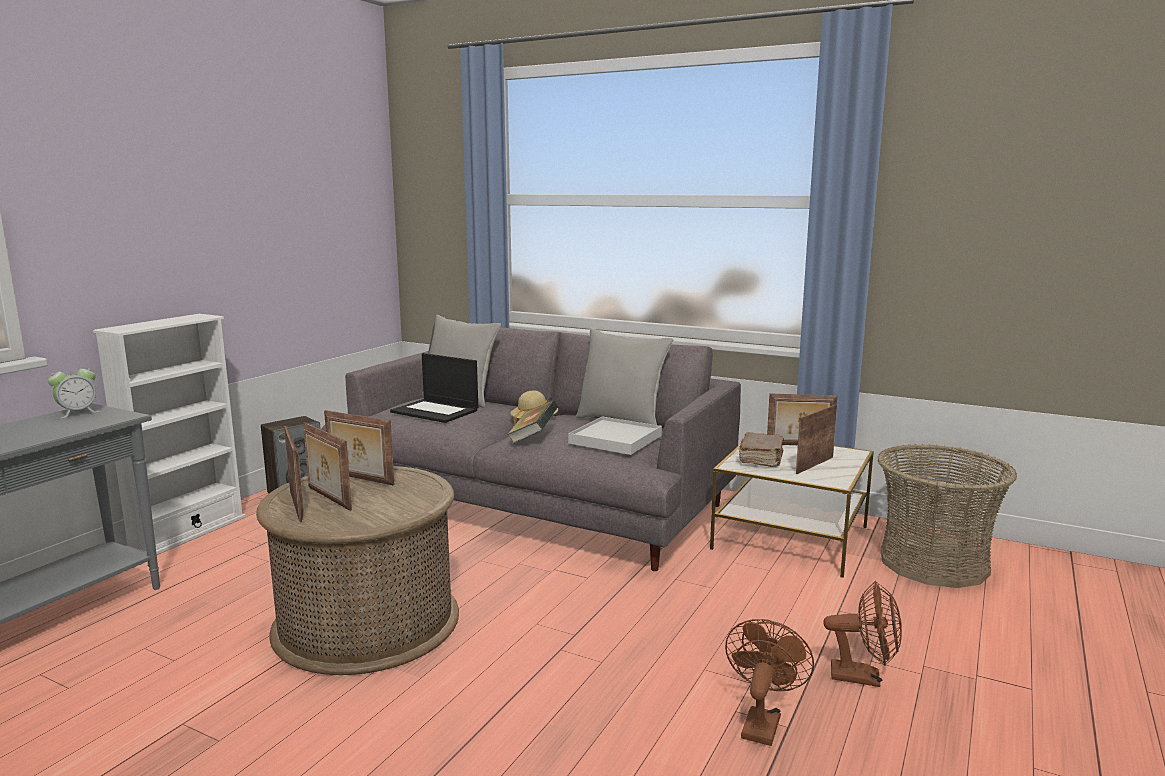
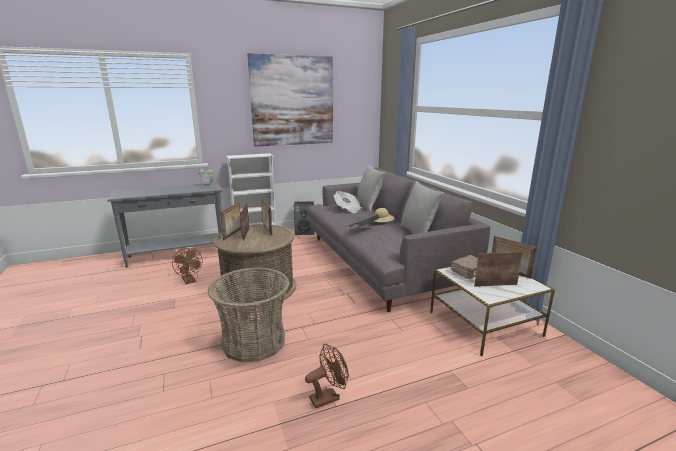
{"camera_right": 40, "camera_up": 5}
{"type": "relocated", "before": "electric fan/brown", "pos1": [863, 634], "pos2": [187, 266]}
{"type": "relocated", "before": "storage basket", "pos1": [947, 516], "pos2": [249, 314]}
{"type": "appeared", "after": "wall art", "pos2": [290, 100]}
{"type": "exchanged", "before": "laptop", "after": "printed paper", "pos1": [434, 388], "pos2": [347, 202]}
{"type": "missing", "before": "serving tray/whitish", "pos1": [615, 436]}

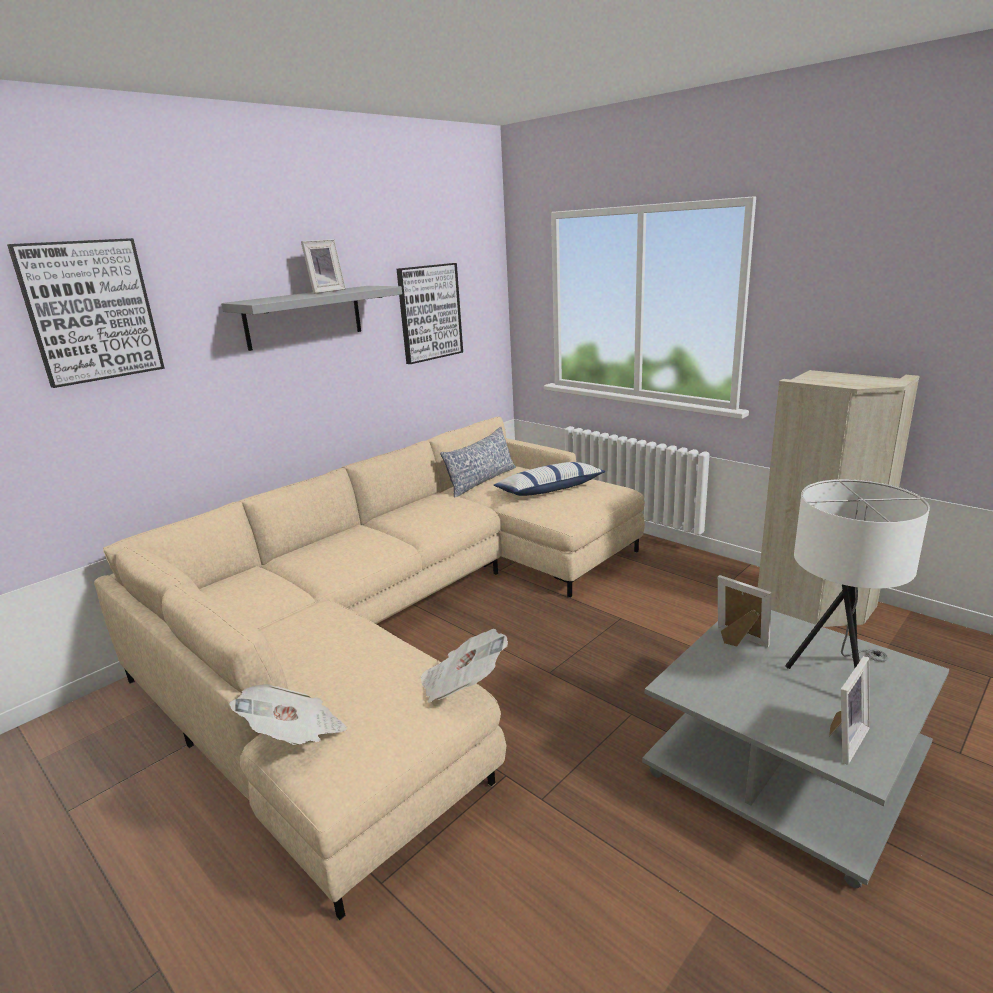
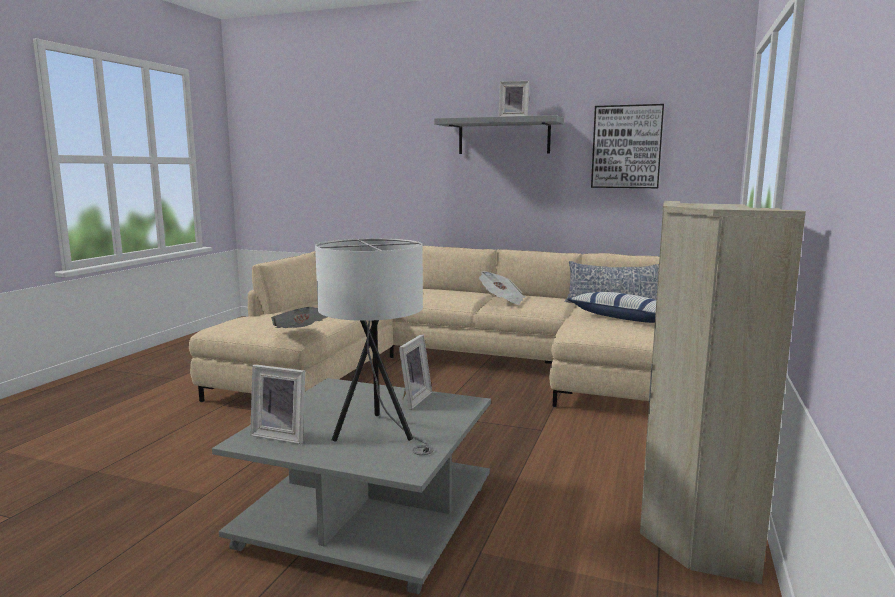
{"camera_right": 65, "camera_up": -10}
{"type": "relocated", "before": "printed paper", "pos1": [288, 714], "pos2": [502, 288]}
{"type": "missing", "before": "wall art", "pos1": [86, 313]}

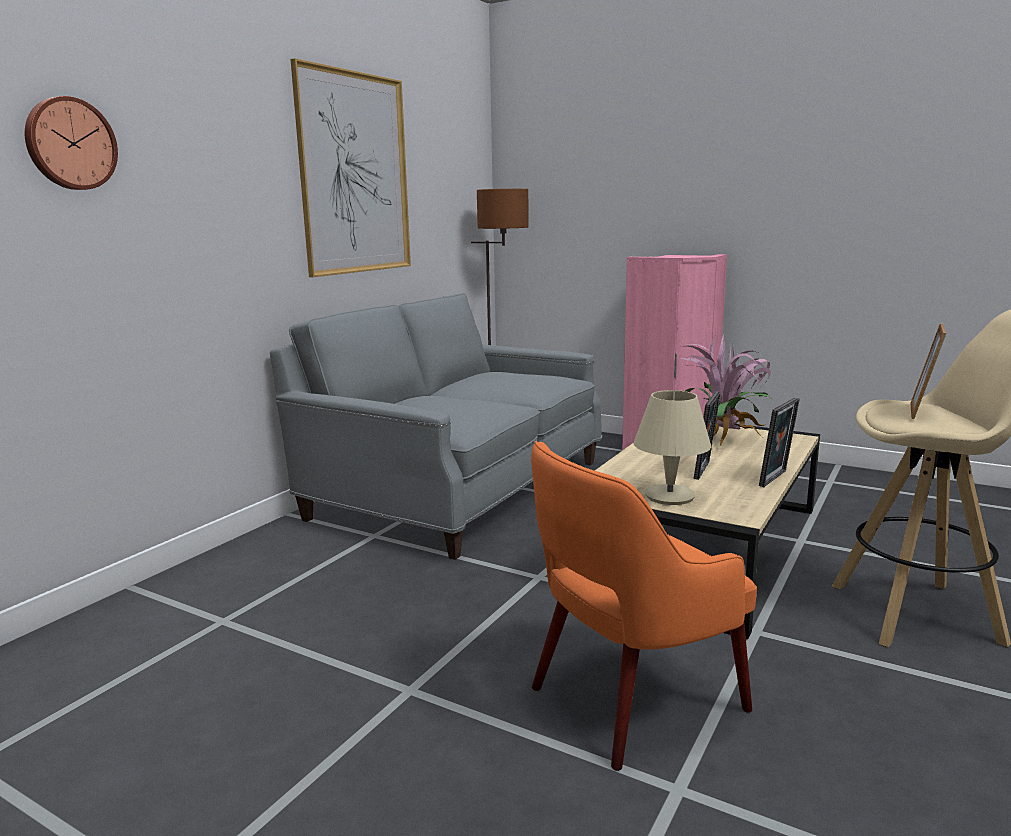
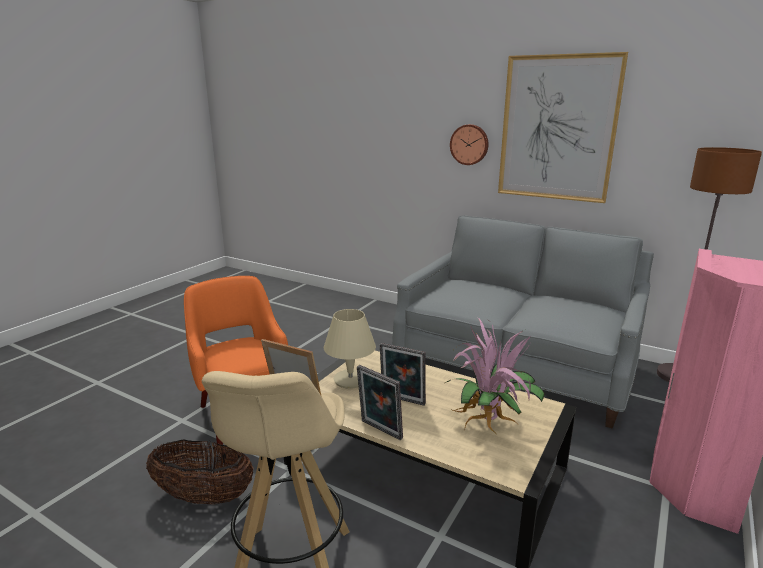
{"camera_right": 90, "camera_up": 5}
{"type": "appeared", "after": "storage basket", "pos2": [200, 472]}
{"type": "relocated", "before": "wall clock", "pos1": [71, 143], "pos2": [469, 144]}

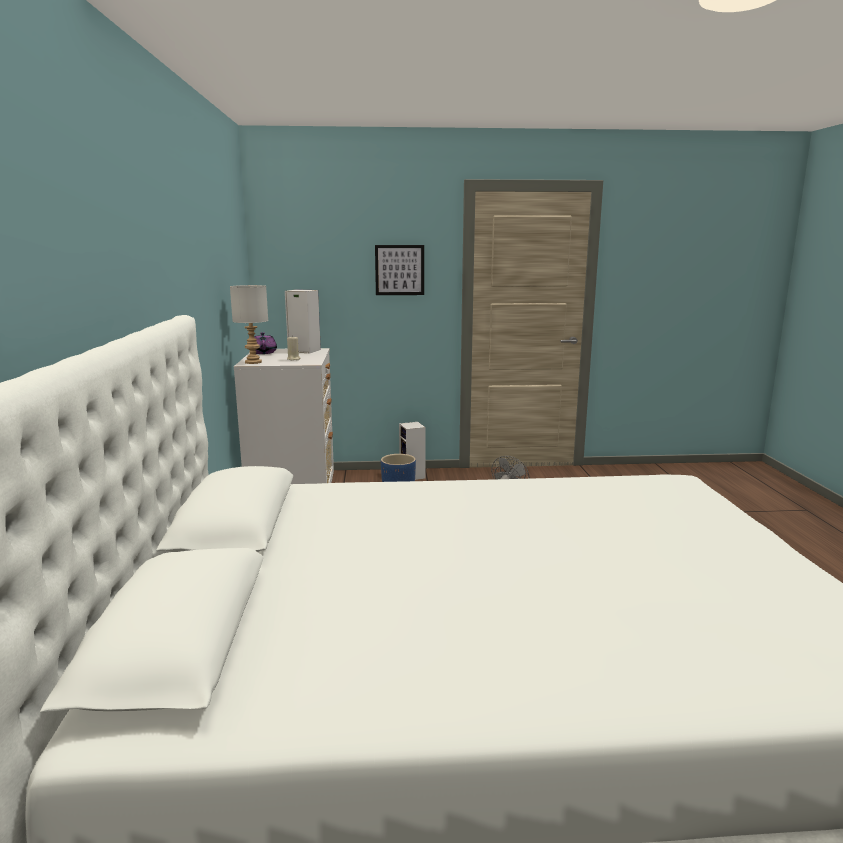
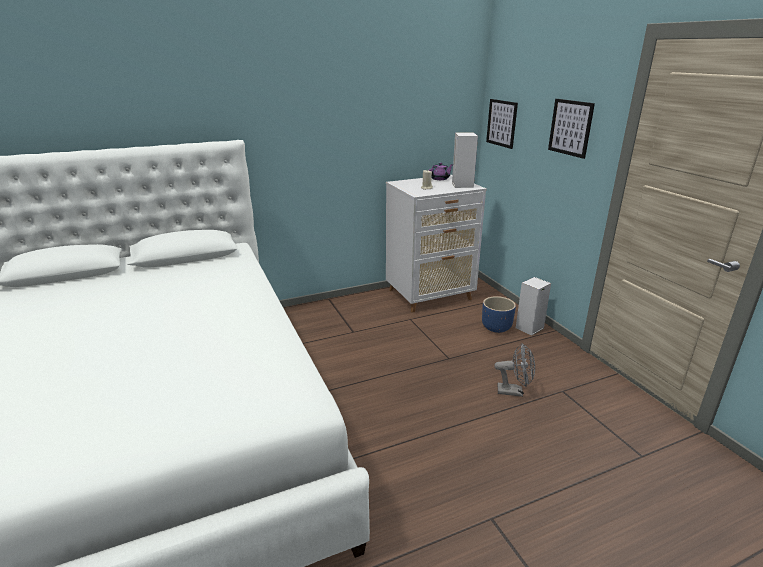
{"camera_right": 70, "camera_up": 10}
{"type": "appeared", "after": "wall art", "pos2": [502, 124]}
{"type": "missing", "before": "table lamp/greyish", "pos1": [249, 324]}

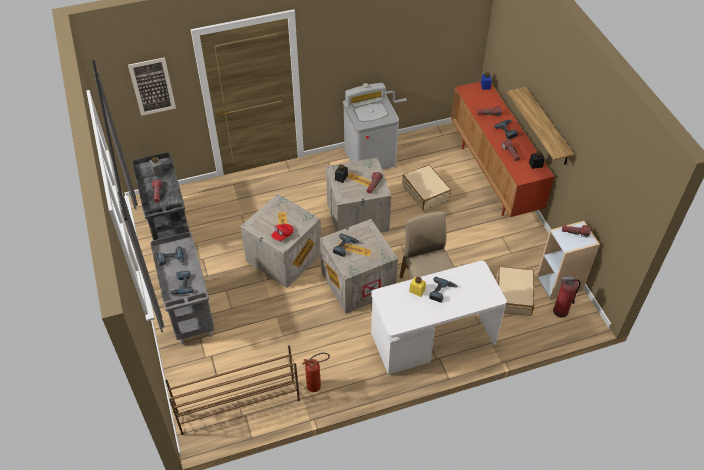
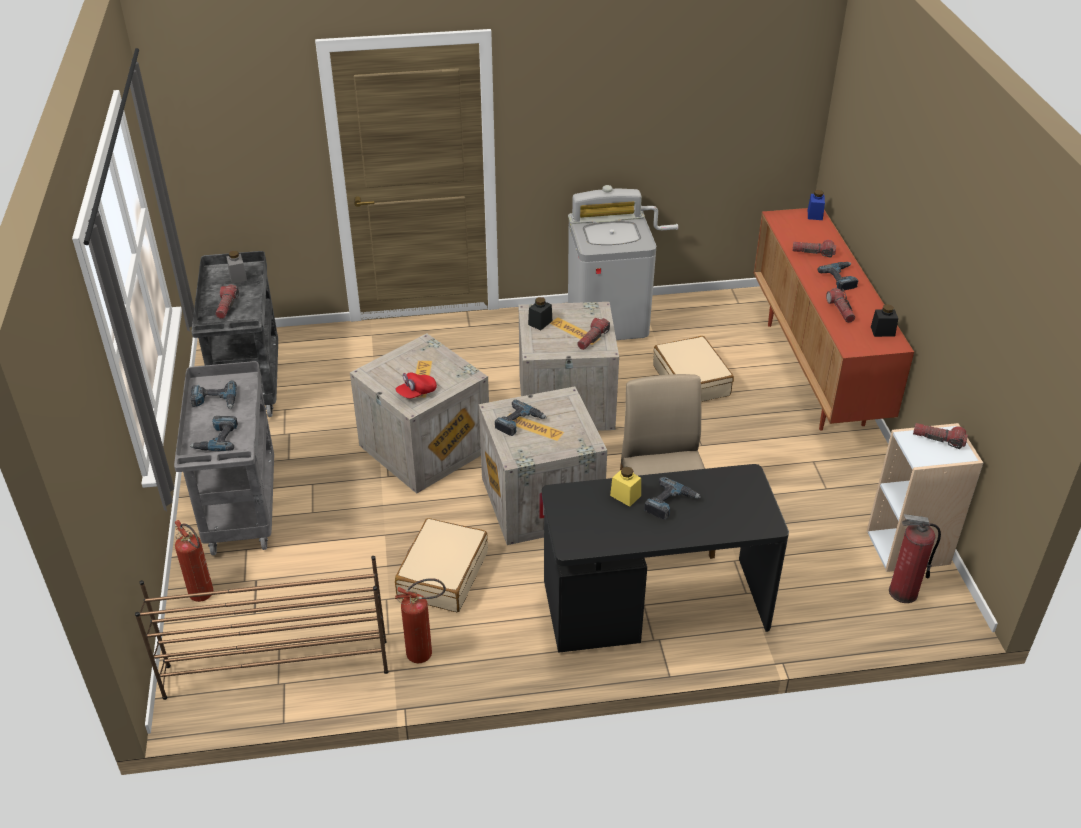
{"camera_right": 10, "camera_up": -10}
{"type": "appeared", "after": "fire extinguisher", "pos2": [194, 561]}
{"type": "relocated", "before": "travel case/sand-coloured", "pos1": [515, 291], "pos2": [441, 565]}
{"type": "colour", "before": "desk unit/whitish", "after": "desk unit/black", "pos1": [439, 318], "pos2": [665, 558]}
{"type": "missing", "before": "wall art", "pos1": [152, 86]}
{"type": "missing", "before": "shelf", "pos1": [540, 126]}

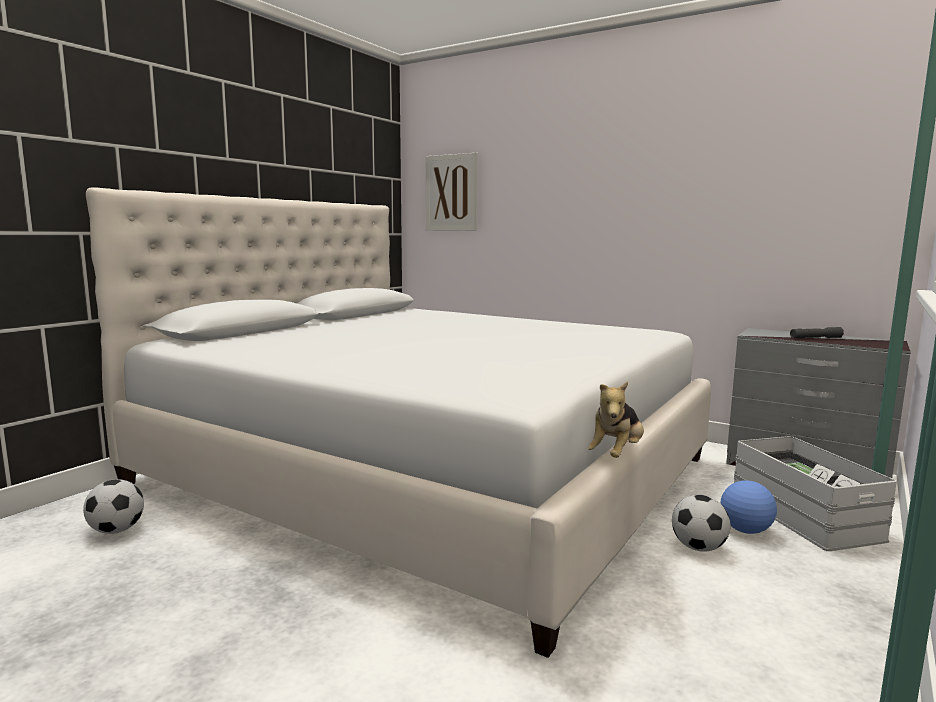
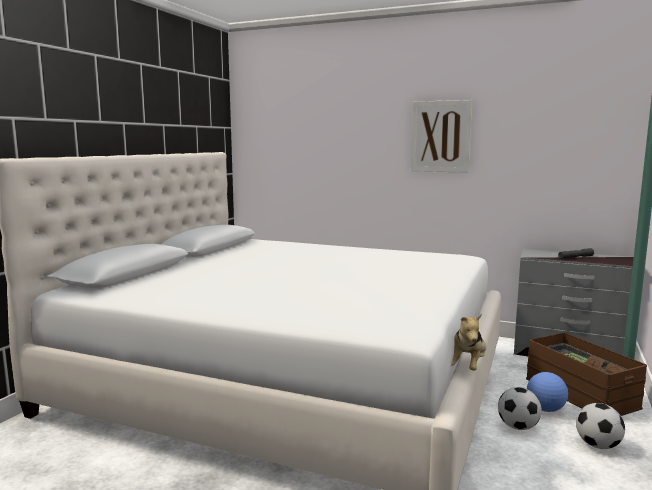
{"camera_right": -10, "camera_up": 0}
{"type": "relocated", "before": "wall art", "pos1": [451, 192], "pos2": [441, 136]}
{"type": "colour", "before": "storage container/greyish", "after": "storage container/brown", "pos1": [815, 493], "pos2": [586, 374]}
{"type": "relocated", "before": "football ball", "pos1": [113, 506], "pos2": [600, 426]}

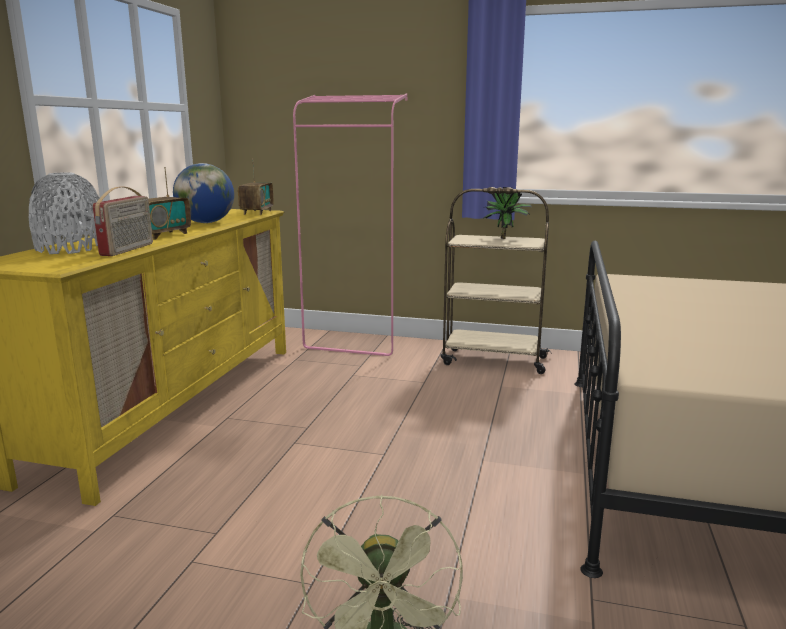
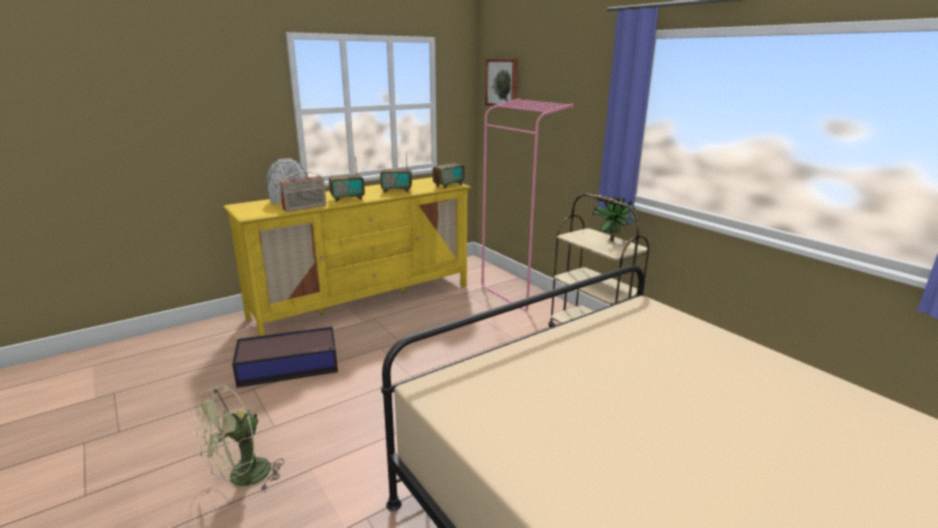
{"camera_right": 40, "camera_up": 5}
{"type": "appeared", "after": "storage container", "pos2": [285, 357]}
{"type": "exchanged", "before": "globe", "after": "radio receiver", "pos1": [203, 193], "pos2": [396, 172]}
{"type": "appeared", "after": "wall art", "pos2": [501, 84]}

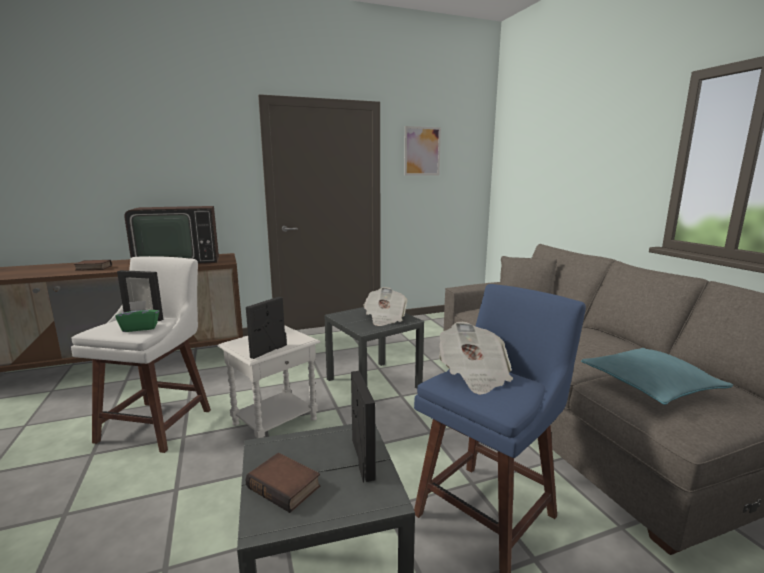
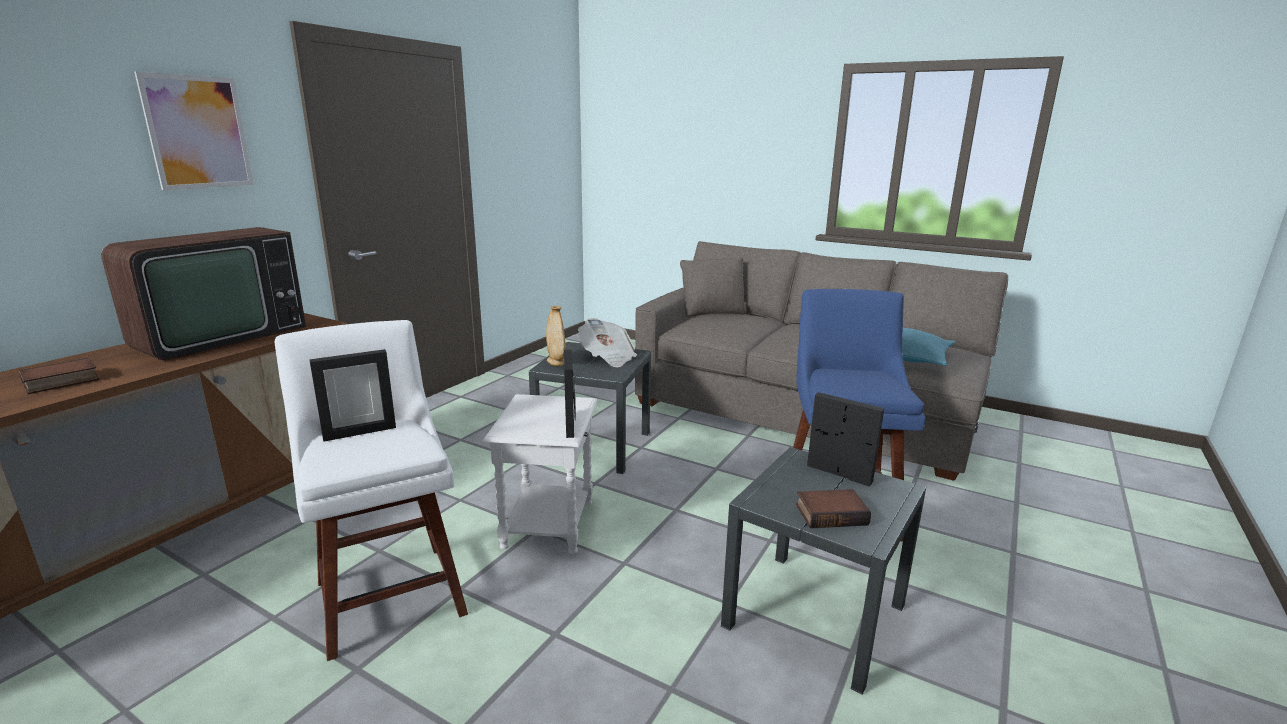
{"camera_right": -40, "camera_up": 5}
{"type": "relocated", "before": "wall art", "pos1": [422, 150], "pos2": [194, 131]}
{"type": "appeared", "after": "vase/sand-coloured", "pos2": [556, 336]}
{"type": "missing", "before": "box of tissues/greenish", "pos1": [137, 316]}
{"type": "missing", "before": "printed paper", "pos1": [476, 358]}

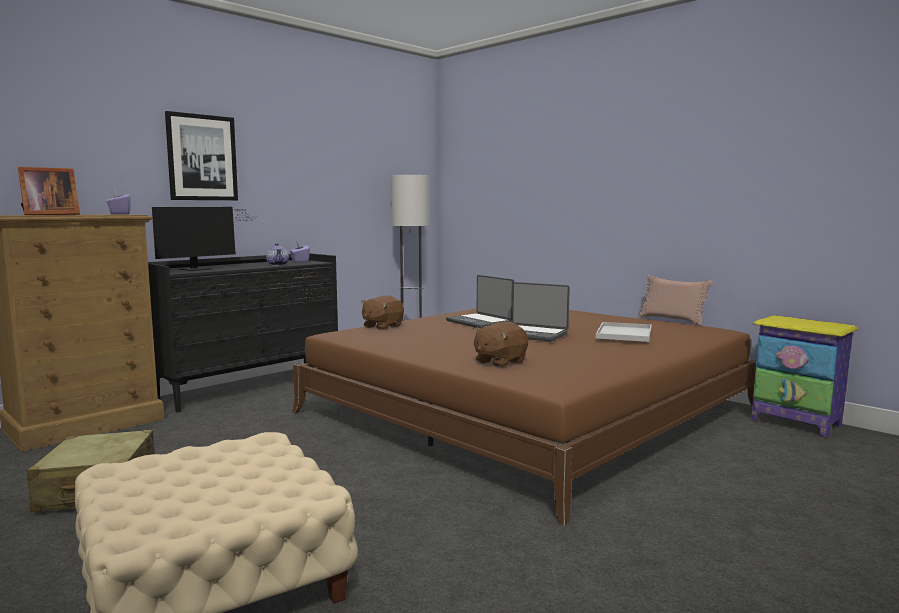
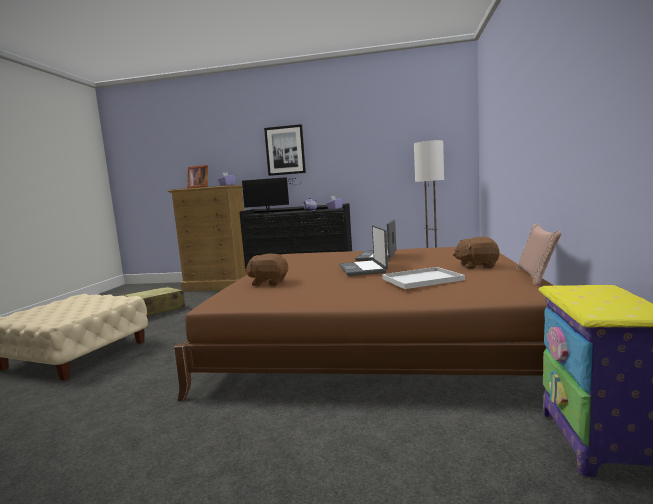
{"camera_right": 55, "camera_up": 0}
{"type": "relocated", "before": "soft toy/brown", "pos1": [382, 312], "pos2": [476, 253]}

